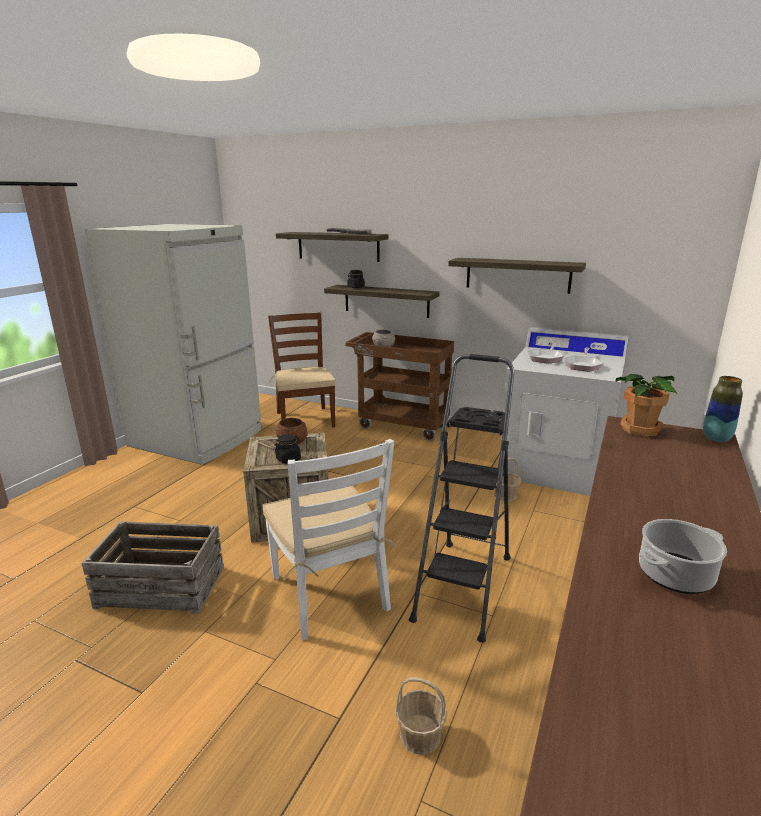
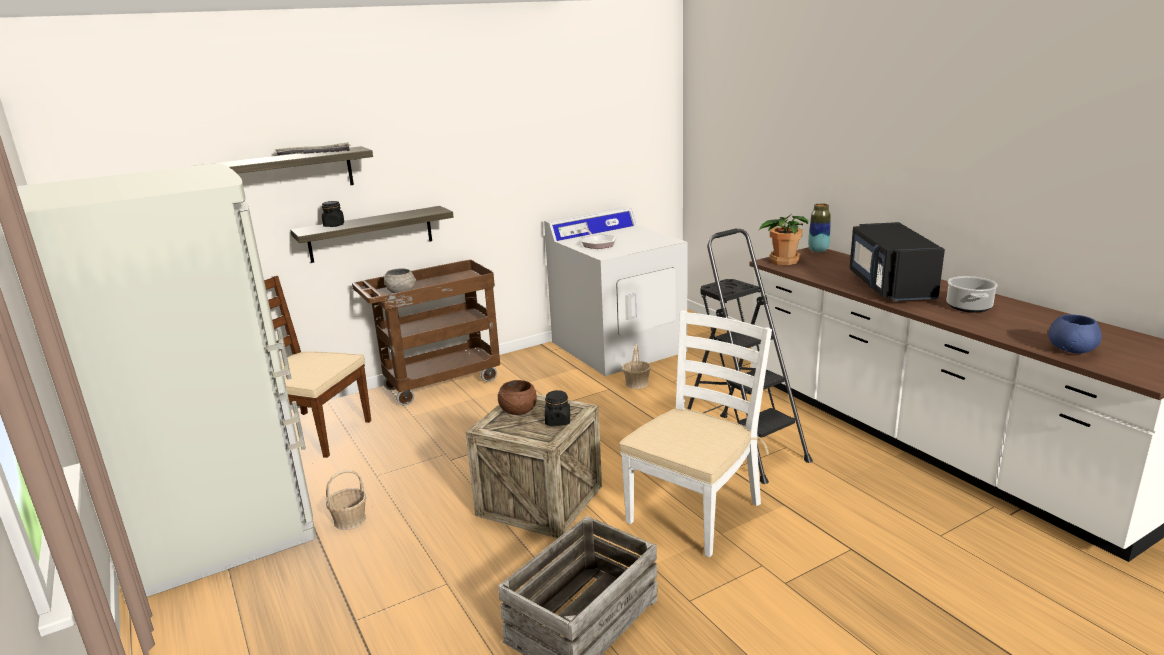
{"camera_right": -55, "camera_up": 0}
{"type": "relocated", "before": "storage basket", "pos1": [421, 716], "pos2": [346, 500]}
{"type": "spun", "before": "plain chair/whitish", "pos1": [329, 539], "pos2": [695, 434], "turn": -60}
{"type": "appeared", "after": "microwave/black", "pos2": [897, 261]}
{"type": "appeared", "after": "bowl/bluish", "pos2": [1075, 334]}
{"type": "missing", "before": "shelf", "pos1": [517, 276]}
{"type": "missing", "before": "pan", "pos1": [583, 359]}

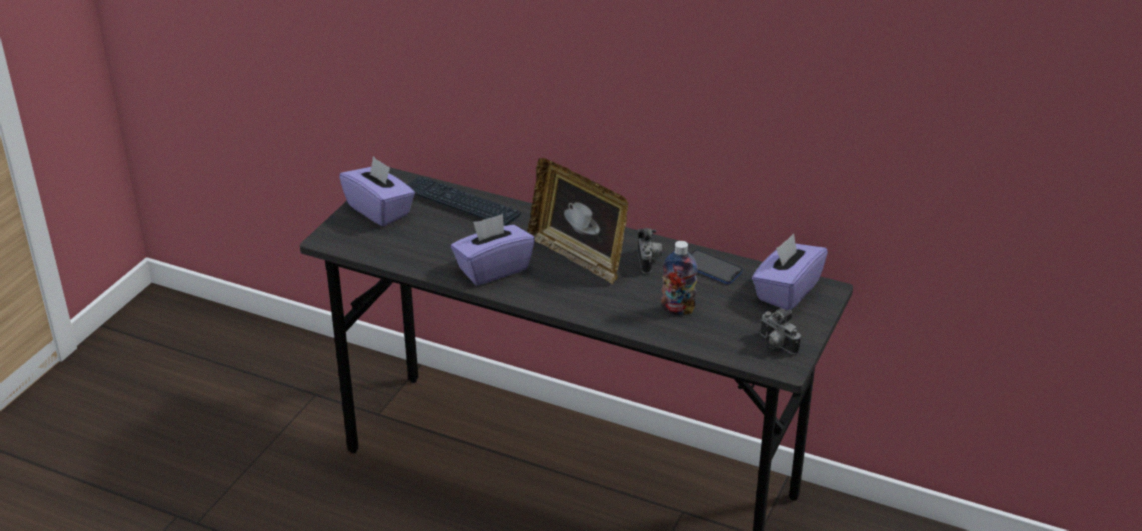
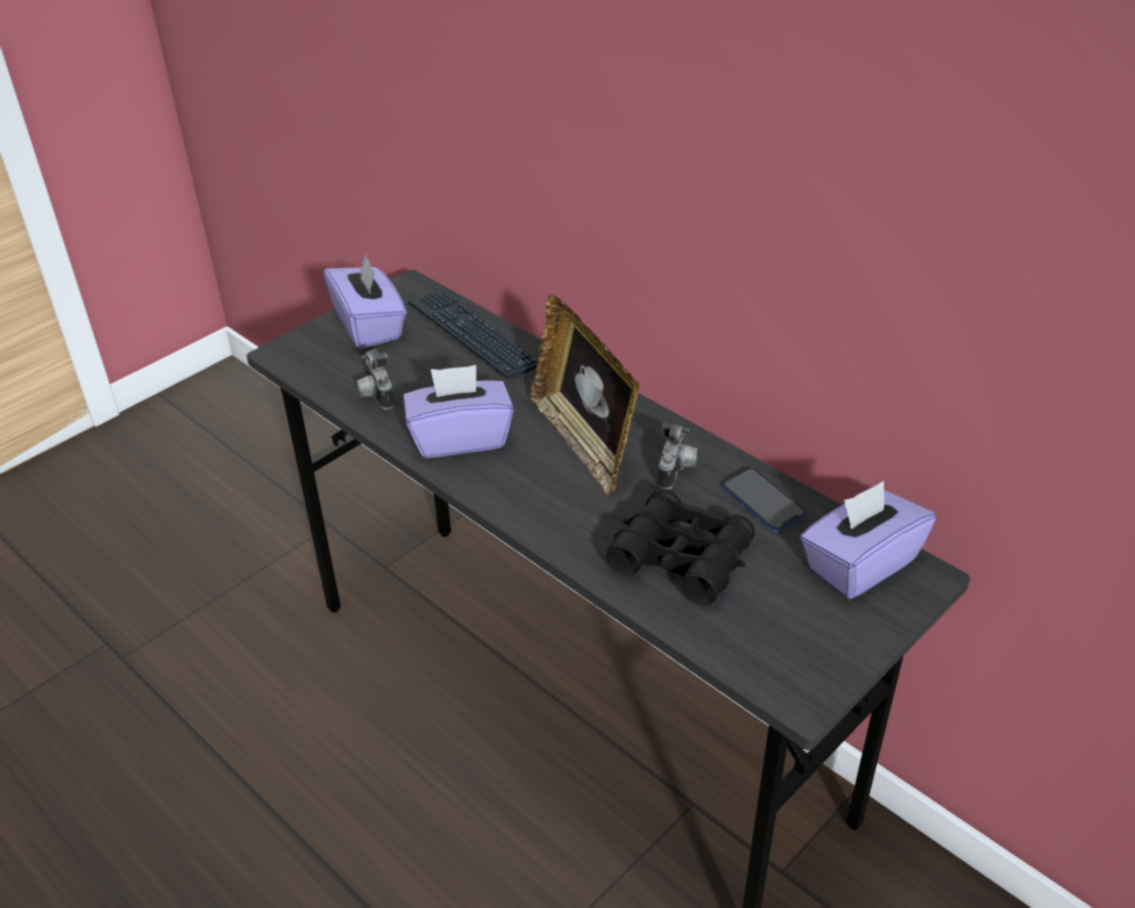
{"camera_right": 20, "camera_up": 5}
{"type": "relocated", "before": "still camera", "pos1": [780, 331], "pos2": [375, 379]}
{"type": "exchanged", "before": "drink bottle", "after": "pair of binoculars/black", "pos1": [679, 278], "pos2": [680, 546]}

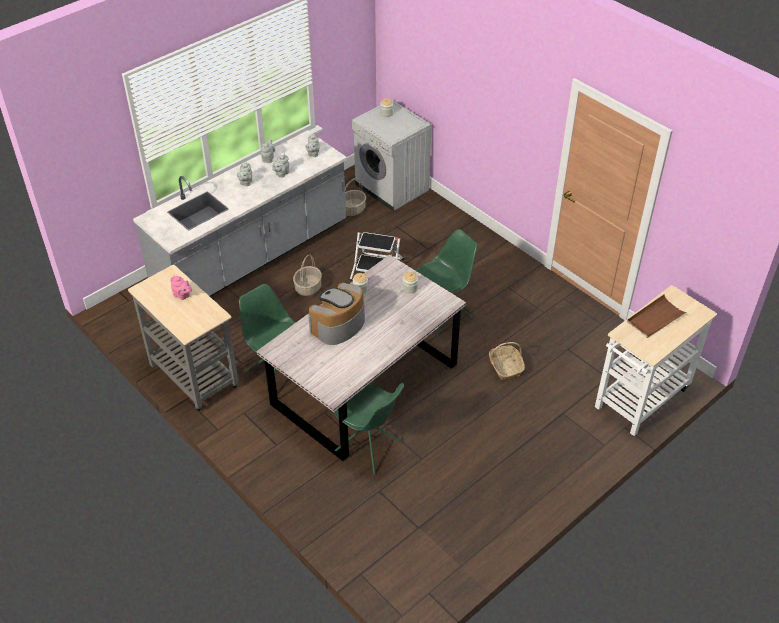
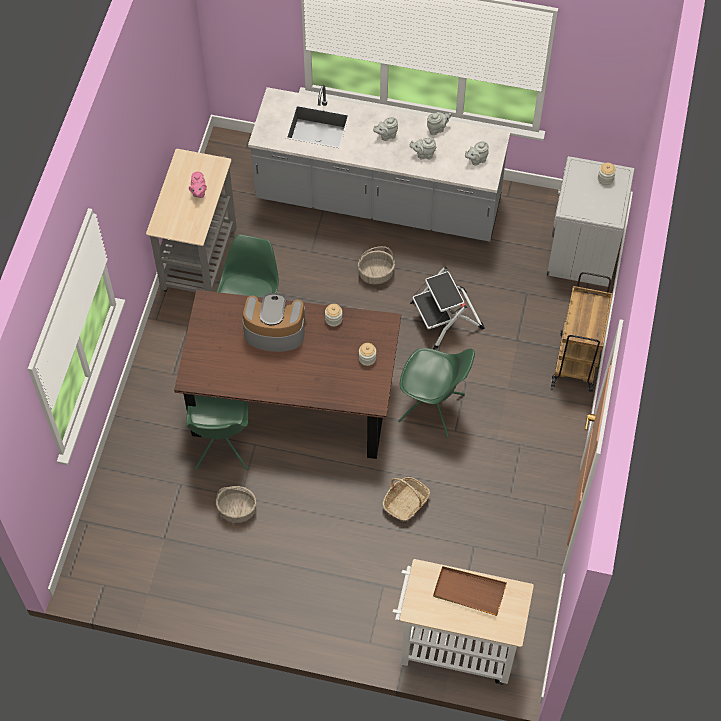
{"camera_right": 55, "camera_up": 15}
{"type": "colour", "before": "dining table/greyish", "after": "dining table/brown", "pos1": [361, 358], "pos2": [287, 374]}
{"type": "relocated", "before": "storage basket", "pos1": [355, 197], "pos2": [236, 504]}
{"type": "appeared", "after": "trolley/brown", "pos2": [582, 332]}

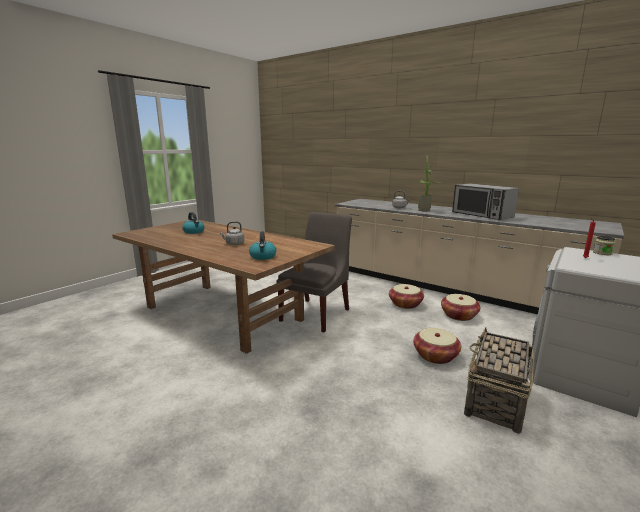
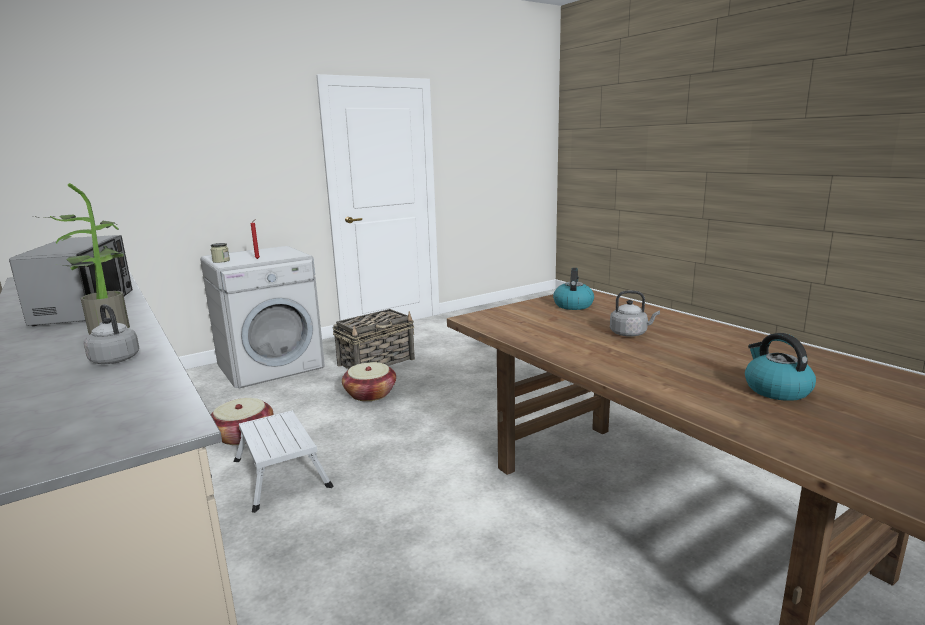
{"camera_right": -160, "camera_up": 0}
{"type": "exchanged", "before": "storage basket", "after": "step stool/whitish", "pos1": [406, 296], "pos2": [283, 461]}
{"type": "missing", "before": "plain chair/greyish", "pos1": [314, 272]}

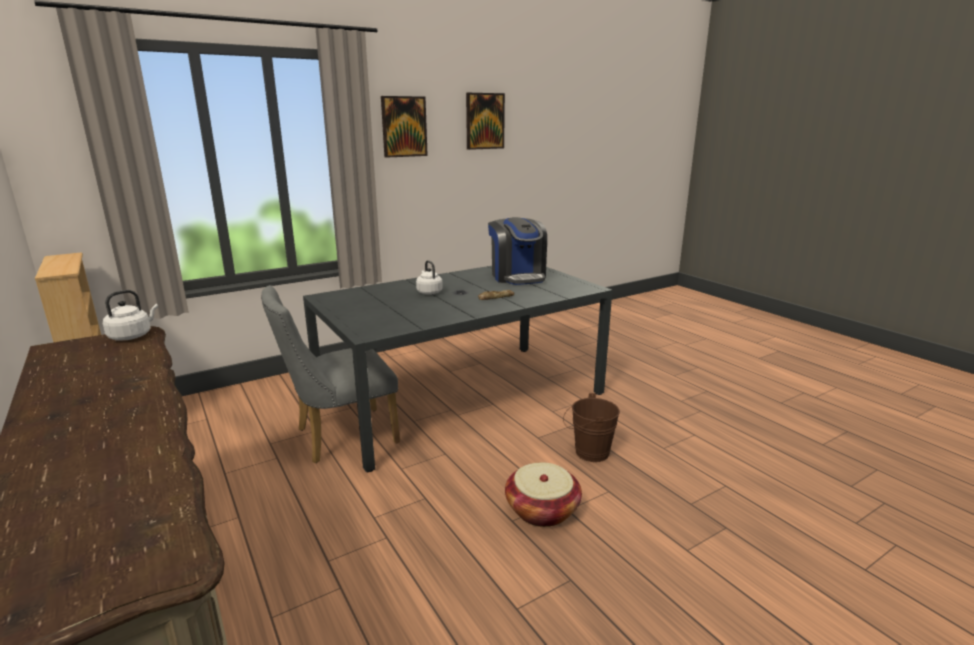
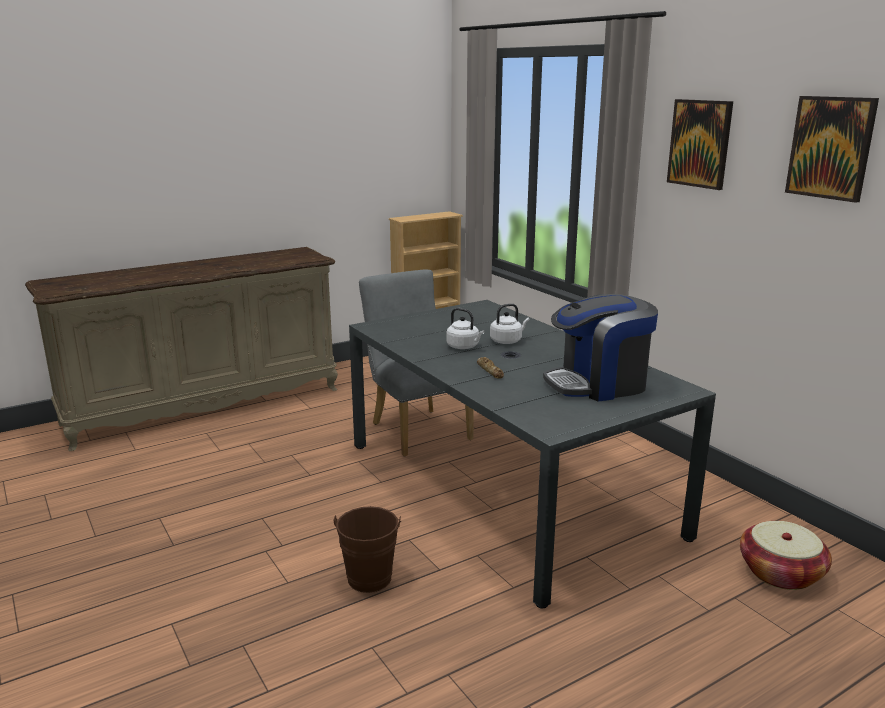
{"camera_right": 90, "camera_up": 0}
{"type": "relocated", "before": "water kettle/whitish", "pos1": [130, 315], "pos2": [465, 328]}
{"type": "relocated", "before": "storage basket", "pos1": [543, 494], "pos2": [786, 555]}

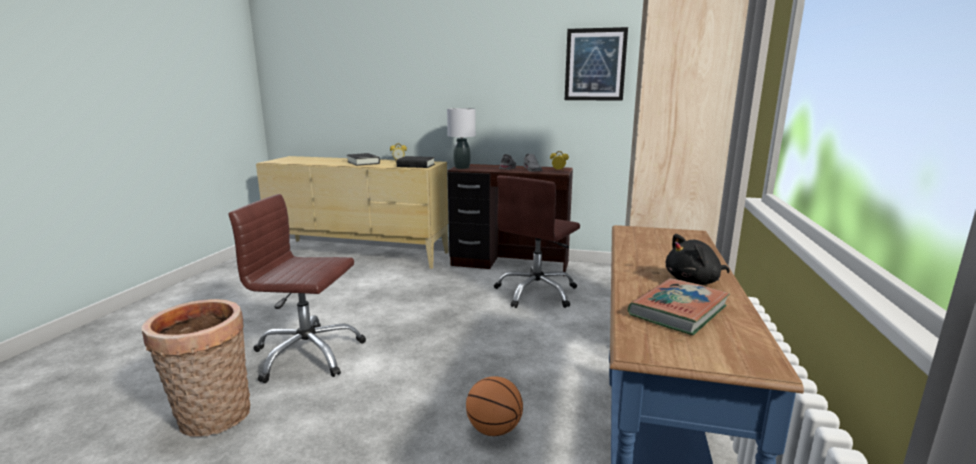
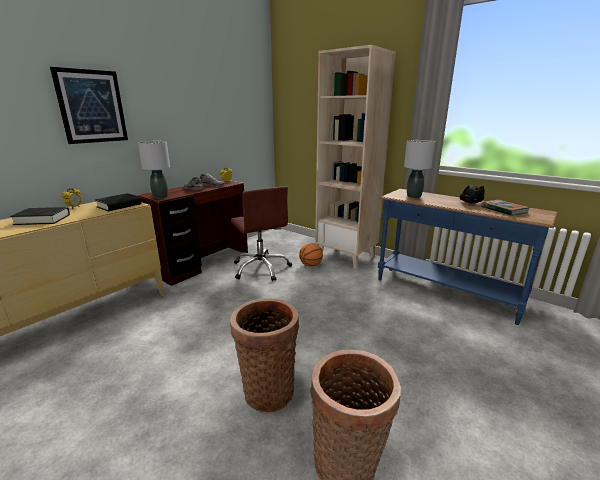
{"camera_right": -65, "camera_up": 5}
{"type": "relocated", "before": "wall art", "pos1": [596, 64], "pos2": [89, 105]}
{"type": "exchanged", "before": "desk chair/brown", "after": "storage basket", "pos1": [297, 288], "pos2": [264, 355]}
{"type": "relocated", "before": "basketball", "pos1": [494, 406], "pos2": [311, 255]}
{"type": "appeared", "after": "table lamp/greyish", "pos2": [419, 169]}

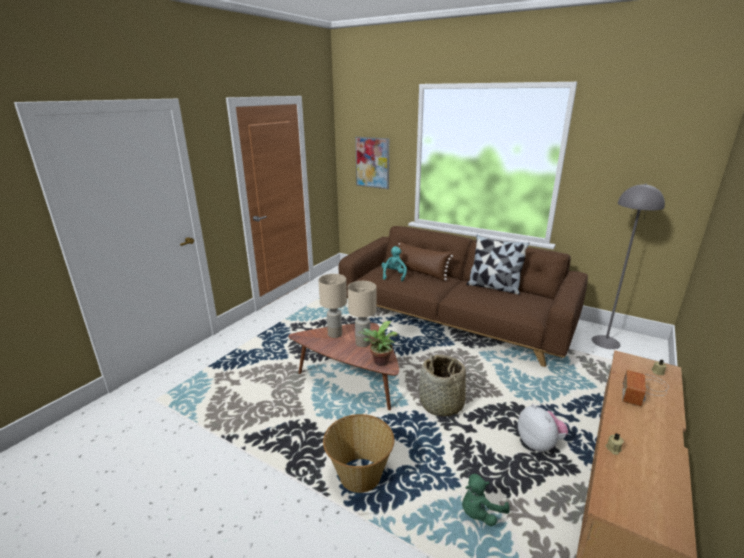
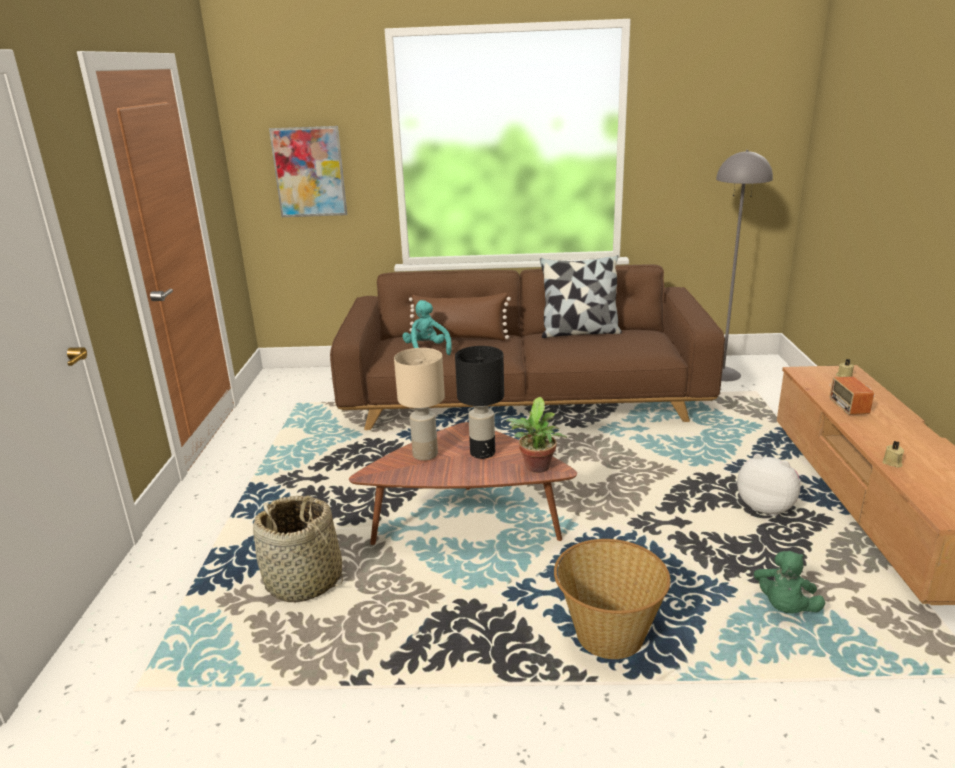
{"camera_right": -30, "camera_up": 0}
{"type": "relocated", "before": "storage basket", "pos1": [442, 385], "pos2": [298, 549]}
{"type": "colour", "before": "table lamp/sand-coloured", "after": "table lamp/black", "pos1": [362, 314], "pos2": [479, 402]}

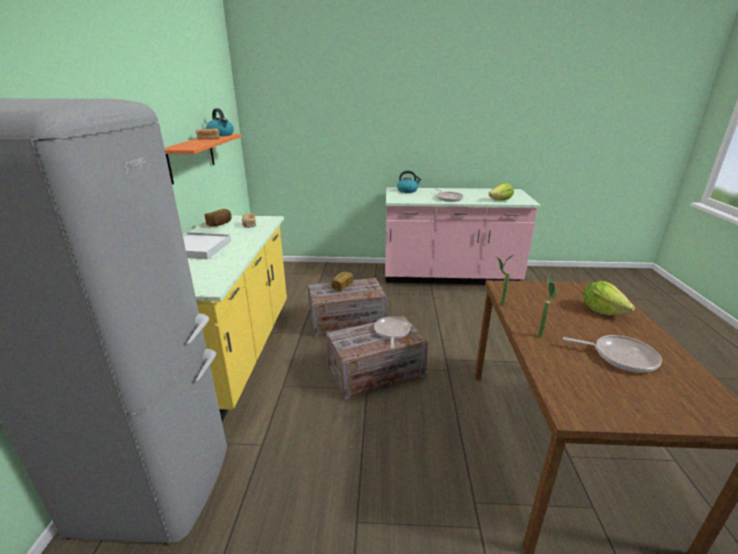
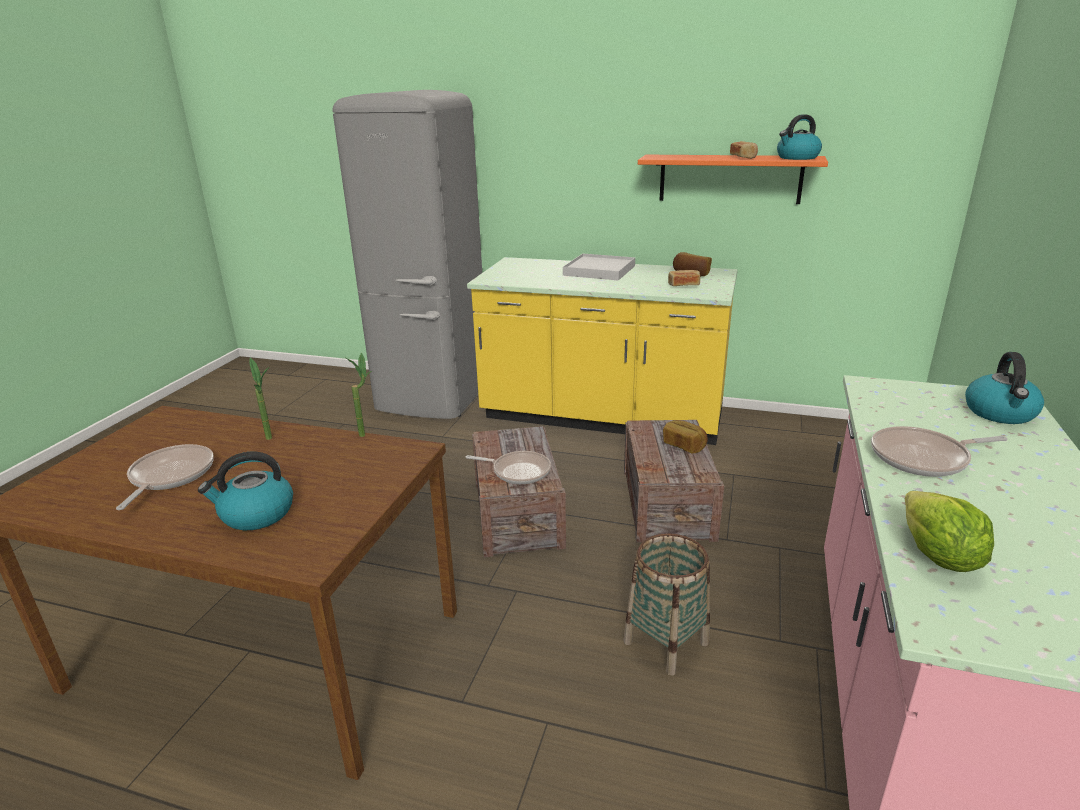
{"camera_right": 105, "camera_up": 0}
{"type": "spun", "before": "pan", "pos1": [612, 354], "pos2": [165, 477], "turn": 150}
{"type": "exchanged", "before": "lettuce head", "after": "water kettle", "pos1": [609, 298], "pos2": [245, 491]}
{"type": "appeared", "after": "storage basket", "pos2": [666, 604]}

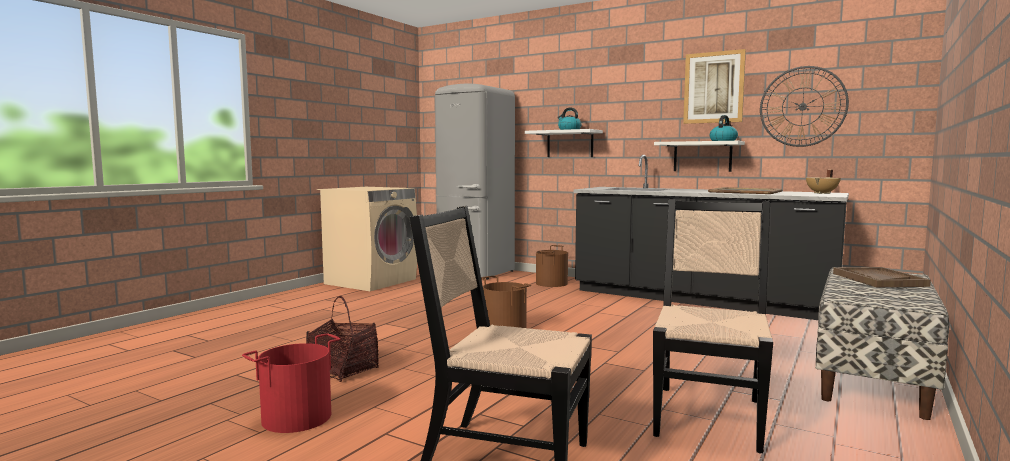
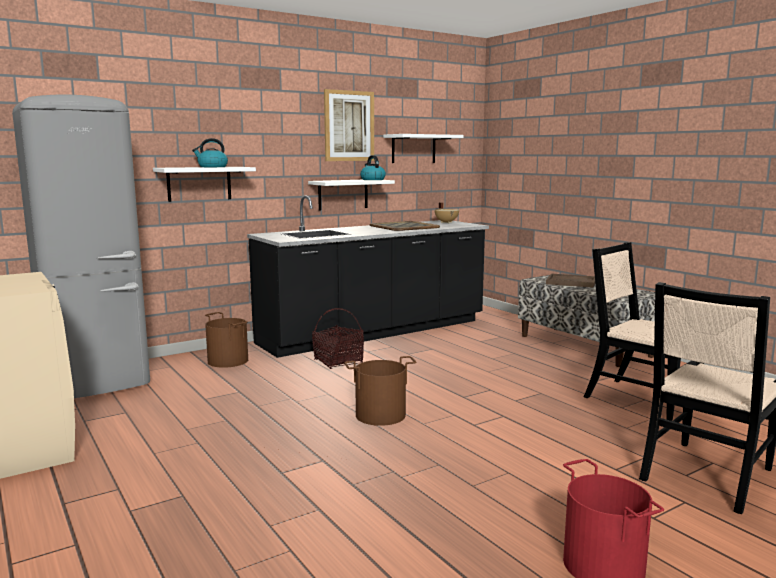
{"camera_right": -65, "camera_up": 5}
{"type": "relocated", "before": "storage basket", "pos1": [342, 339], "pos2": [338, 338]}
{"type": "exchanged", "before": "wall clock", "after": "shelf/whitish", "pos1": [804, 106], "pos2": [423, 148]}

